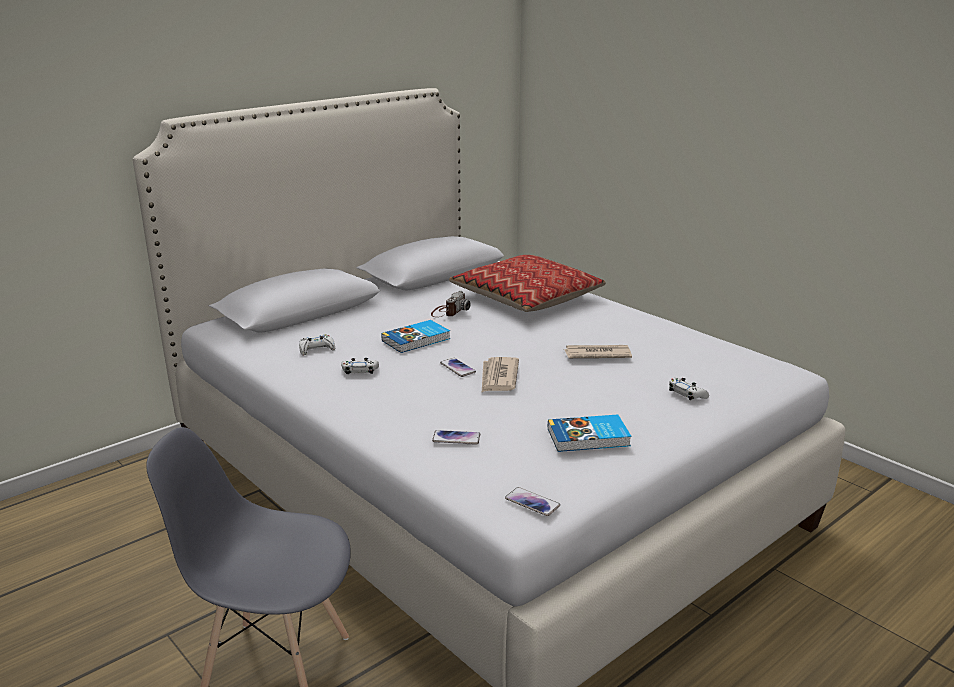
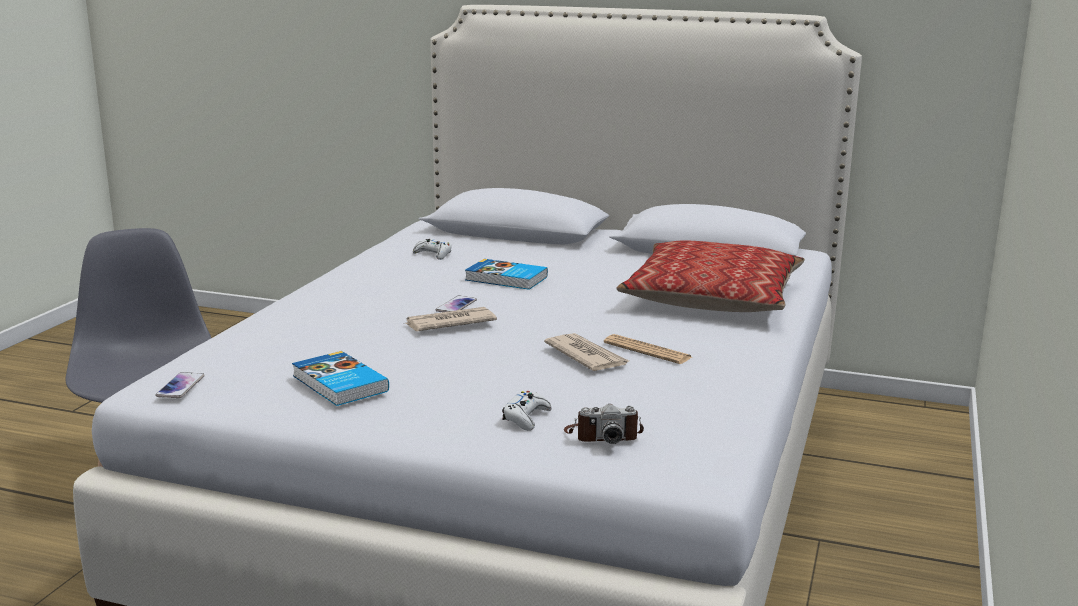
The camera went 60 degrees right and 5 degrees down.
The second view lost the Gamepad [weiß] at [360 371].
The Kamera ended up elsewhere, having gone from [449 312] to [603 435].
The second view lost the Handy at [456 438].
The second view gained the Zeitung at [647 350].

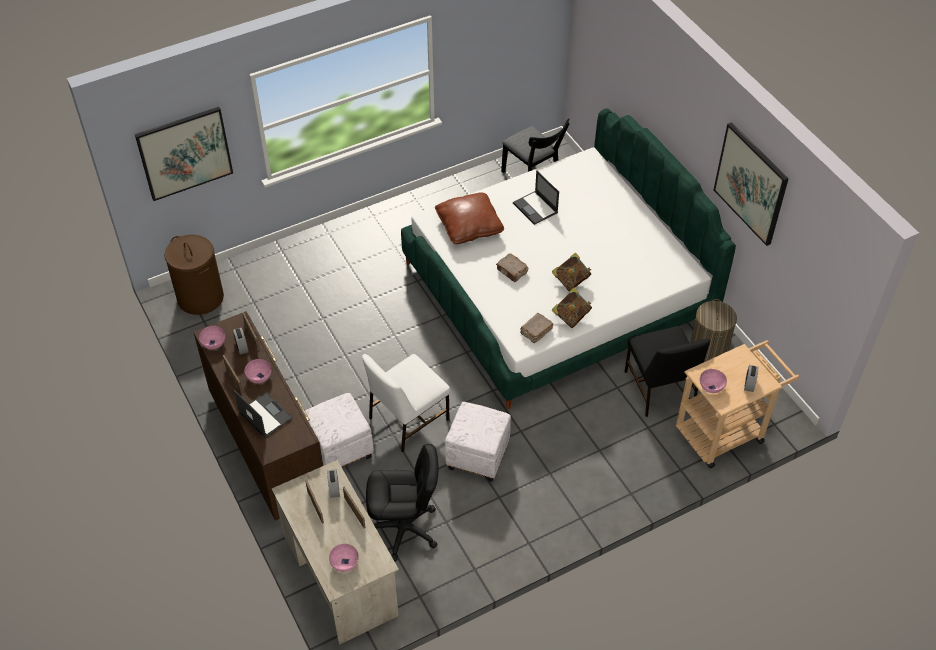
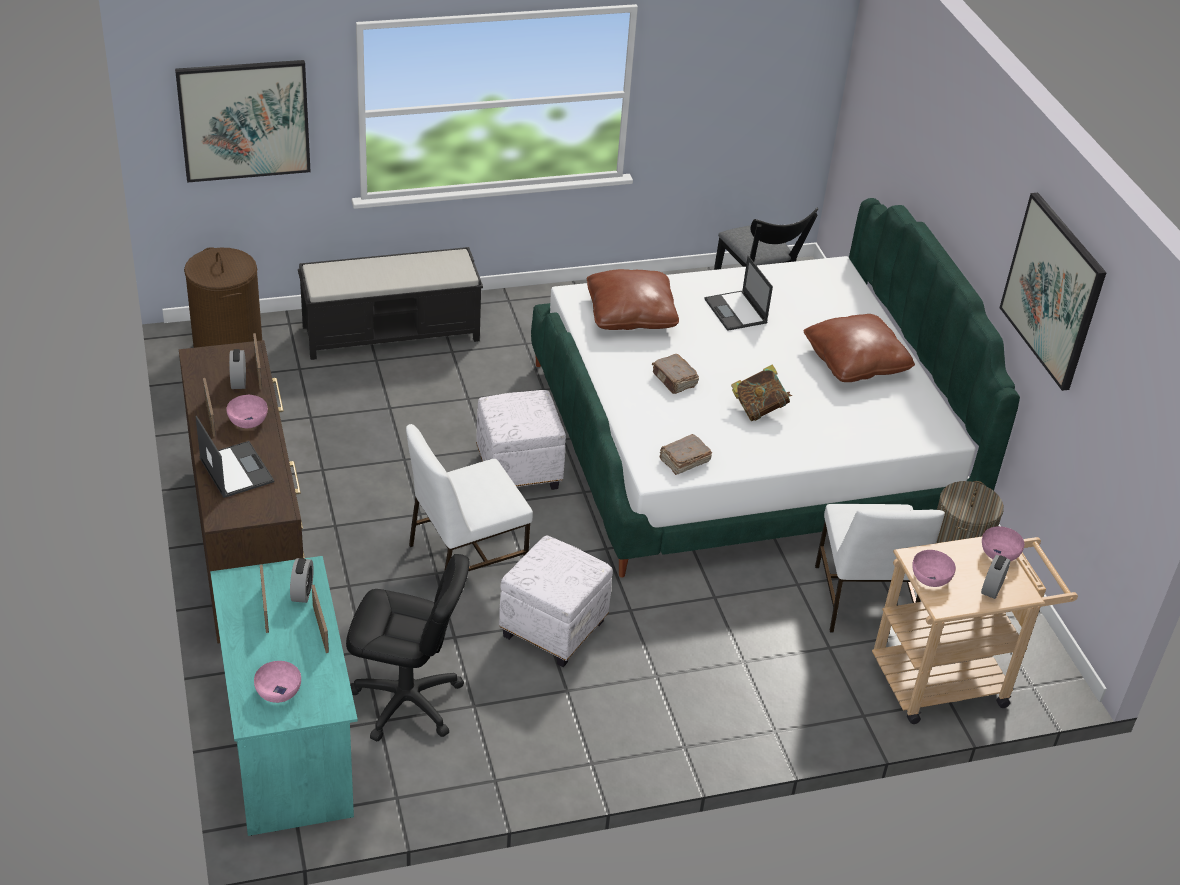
The camera went 10 degrees right and 10 degrees down.
The Schüssel [rosa] ended up elsewhere, having gone from [213 343] to [999 554].
What was the Schreibtisch [beige] at [340 574] turned into the Schreibtisch [türkis] at [286 740].
The Polsterhocker [weiß] ended up elsewhere, having gone from [341 449] to [519 471].
The second view lost the Buch at [571 316].
What was the Stuhl [schwarz] at [659 389] turned into the Stuhl [weiß] at [862 600].
The second view gained the Bank [schwarz] at [392 333].
The second view gained the Kissen [braun] at [855 362].

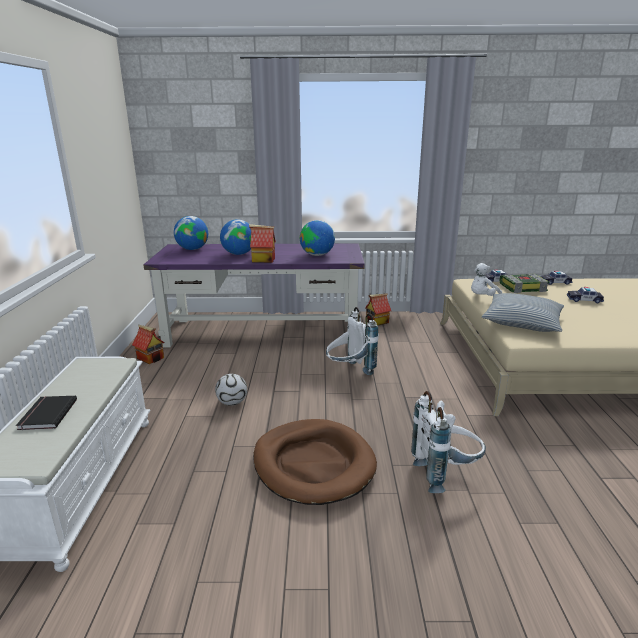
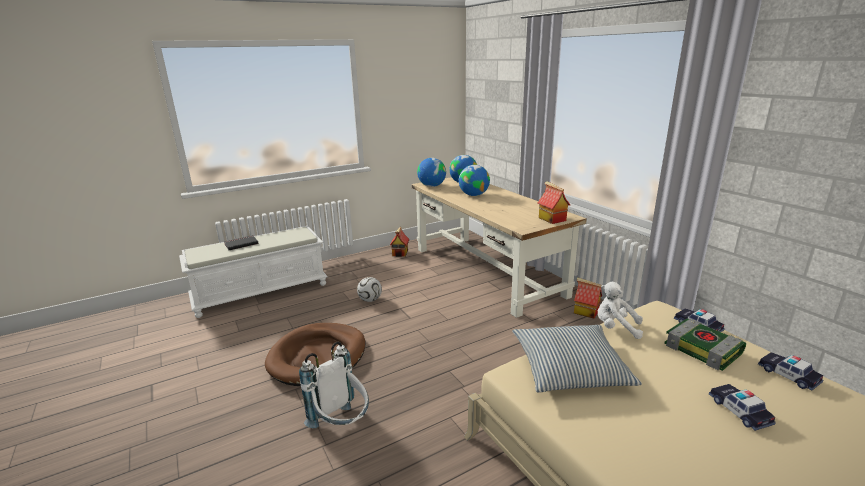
The camera went 60 degrees right and 0 degrees up.
What was the Schreibtisch [lila] at [263 332] turned into the Schreibtisch [beige] at [487 271].
The Spielzeughaus ended up elsewhere, having gone from [263 260] to [551 219].
The Globus ended up elsewhere, having gone from [317 255] to [432 186].
The second view lost the Rucksack [weiß] at [349 372].

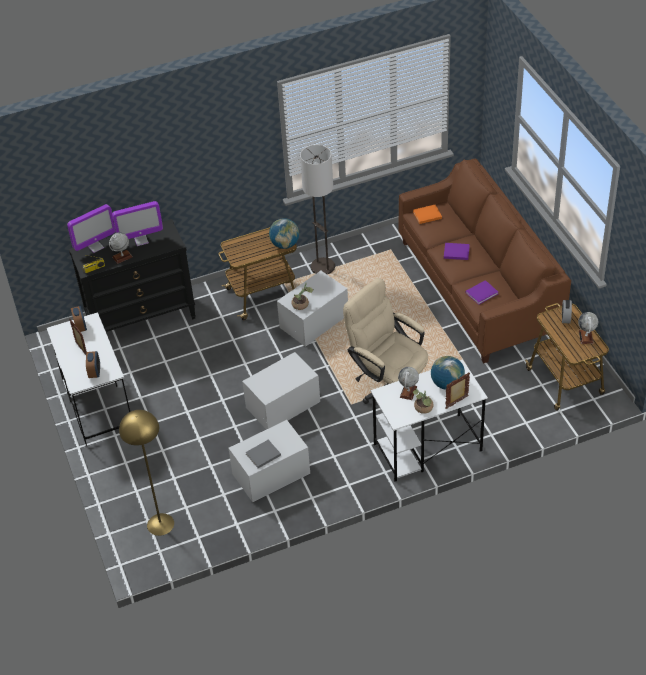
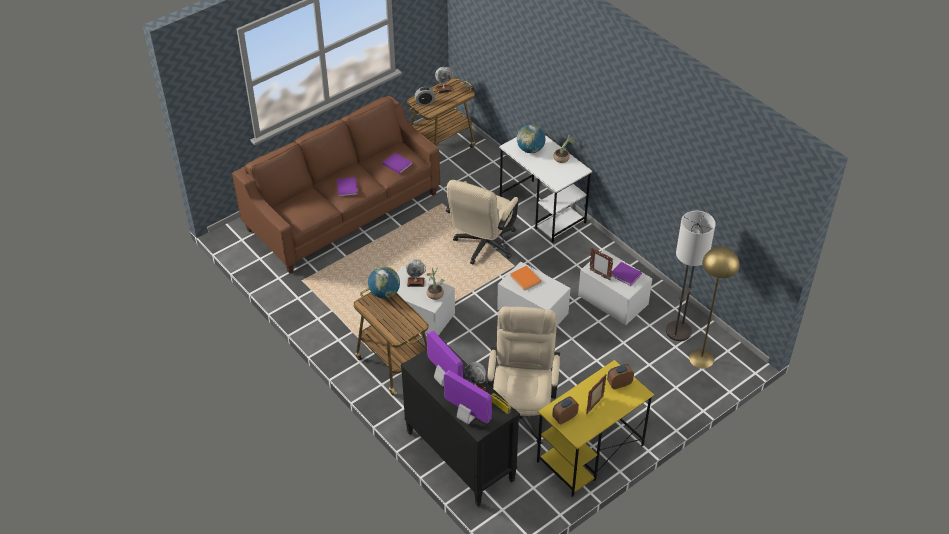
The camera went 110 degrees left and 0 degrees up.
What was the Schreibtisch [weiß] at [97 404] turned into the Schreibtisch [gelb] at [589 454].
What was the Buch [grau] at [262 455] turned into the Buch [lila] at [626 275].
The Stehlampe ended up elsewhere, having gone from [322 267] to [678 331].
The Globus ended up elsewhere, having gone from [408 392] to [416 282].
The Buch [orange] ended up elsewhere, having gone from [426 215] to [526 279].
The Bilderrahmen ended up elsewhere, having gone from [457 402] to [599 275].
The second view gained the Bürostuhl [beige] at [522 410].

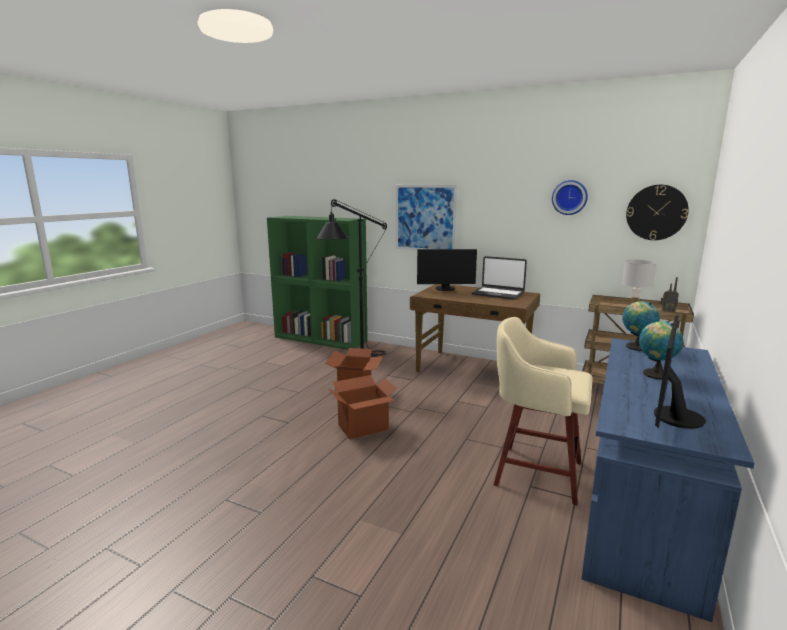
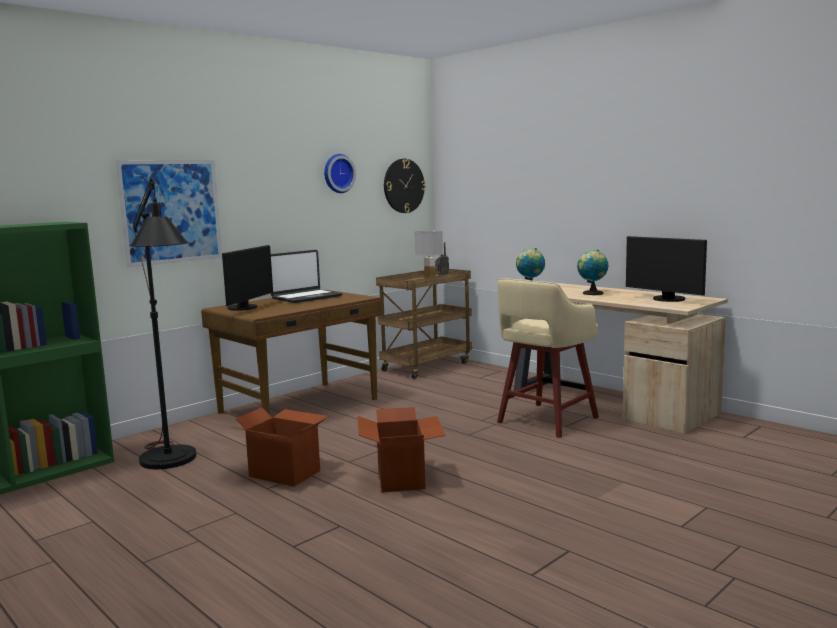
The camera went 70 degrees left and 5 degrees down.
What was the Schreibtisch [blau] at [643 507] turned into the Schreibtisch [beige] at [606 401].

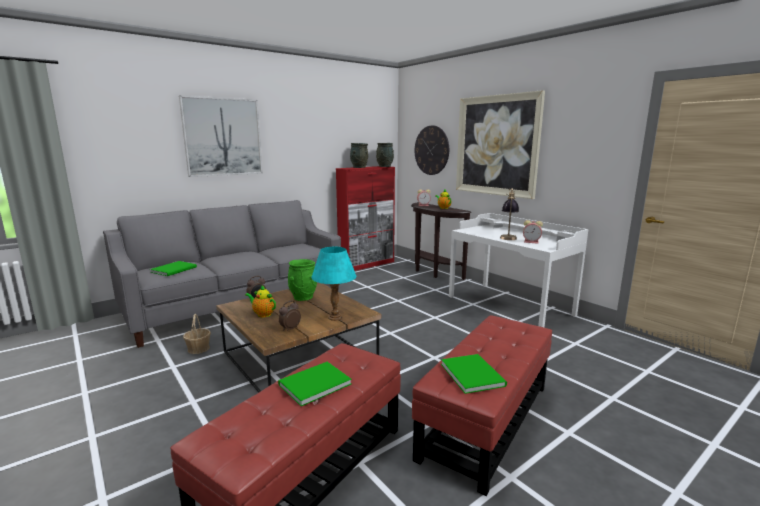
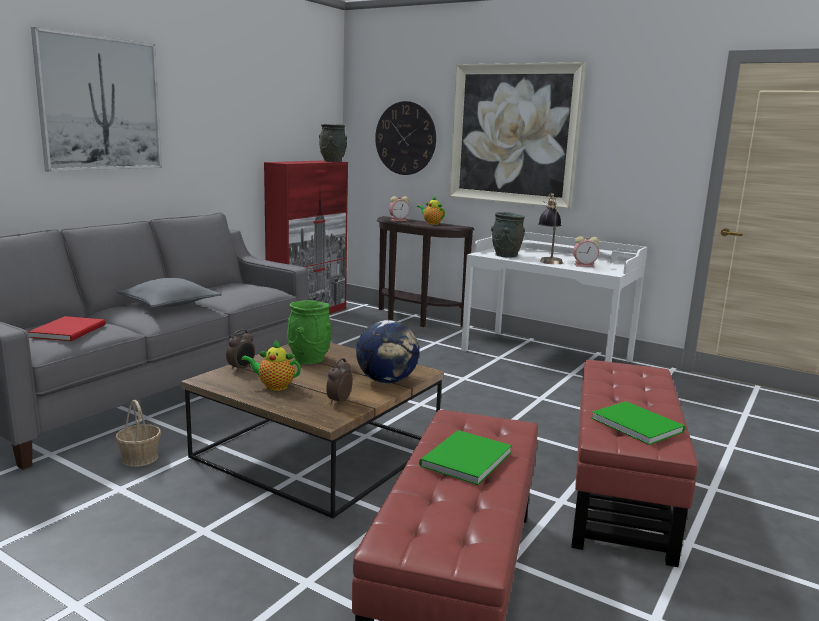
The camera went 20 degrees left and 0 degrees up.
What was the Buch [grün] at [175 269] turned into the Buch [rot] at [71 330].
Where the Tischlampe [türkis] stood at [335 317], the Globus came to stand at [387 381].
The Vase [grau] ended up elsewhere, having gone from [359 167] to [506 255].
The second view gained the Kissen [grau] at [169 304].

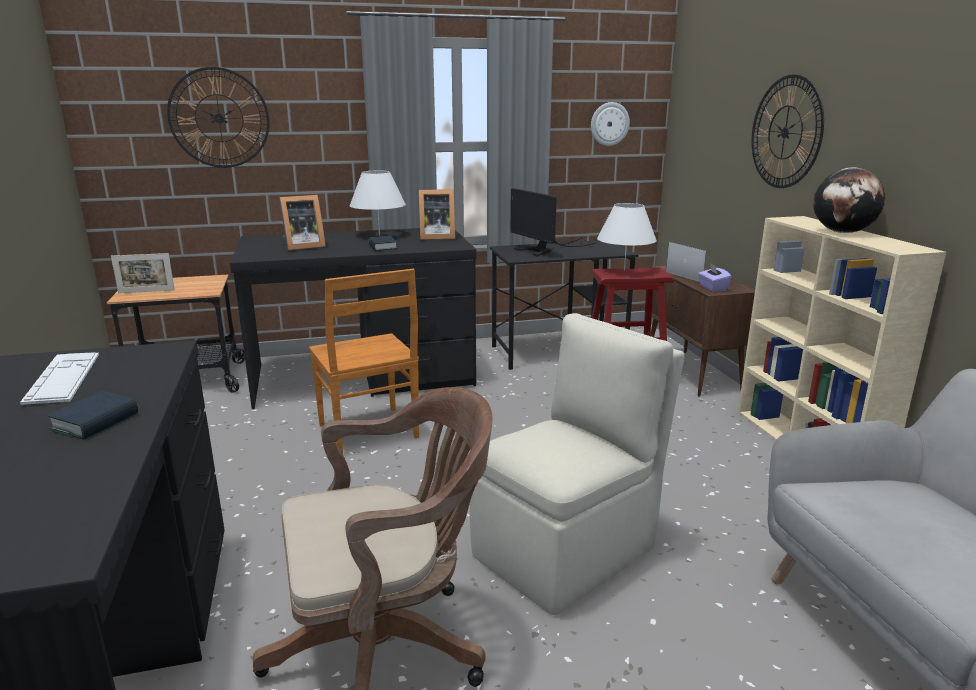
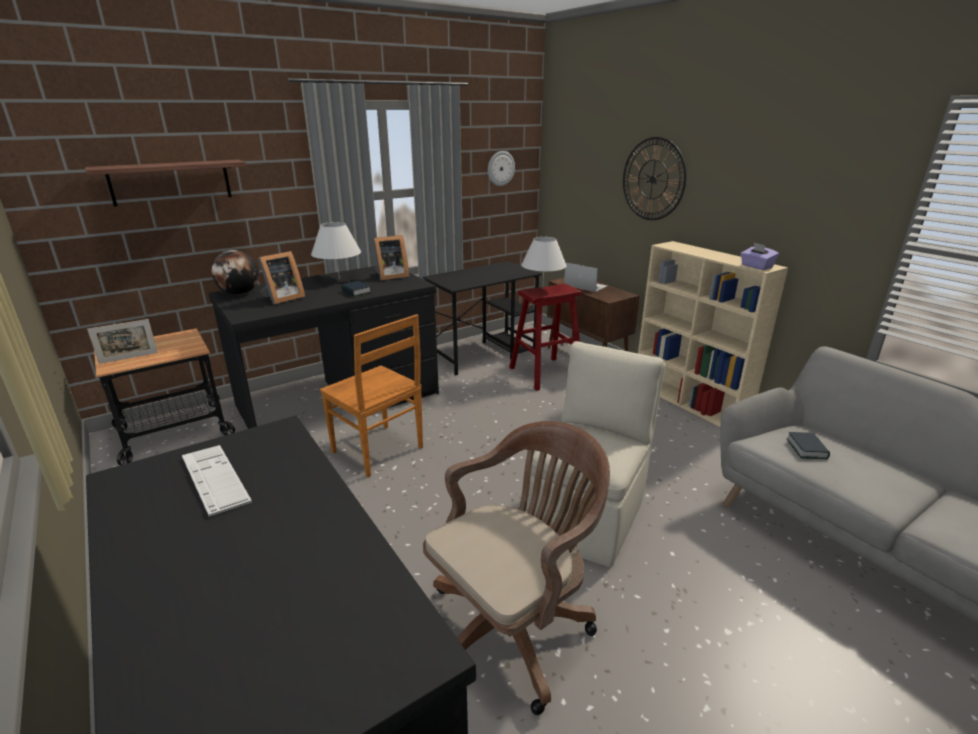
The camera went 20 degrees left and 5 degrees up.
The Buch ended up elsewhere, having gone from [95 422] to [806 449].
Where the Wanduhr hung at [219 118], the Wandregal came to hang at [171 182].
The second view lost the Monitor at [544 250].
The Taschentuchbox [lila] ended up elsewhere, having gone from [712 288] to [756 266].
The Globus ended up elsewhere, having gone from [843 232] to [240 294].

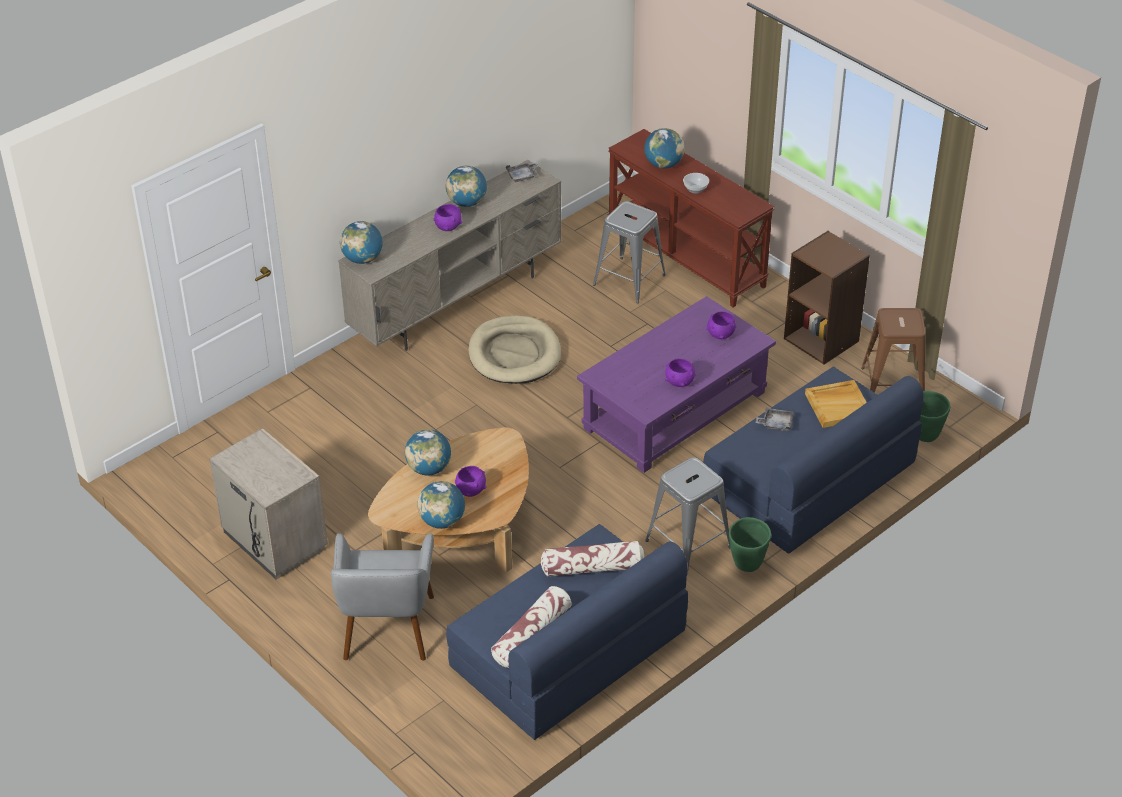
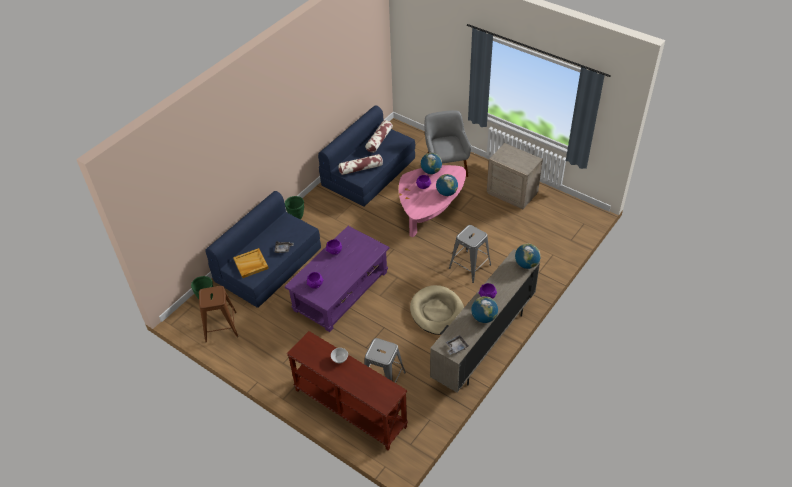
The camera went 170 degrees right and 5 degrees up.
What was the Couchtisch [braun] at [461 532] turned into the Couchtisch [rosa] at [430 210].
The second view lost the Globus at [663 164].
The Hocker [grau] ended up elsewhere, having gone from [688 544] to [469 266].
The second view lost the Bücherregal [braun] at [822 339].

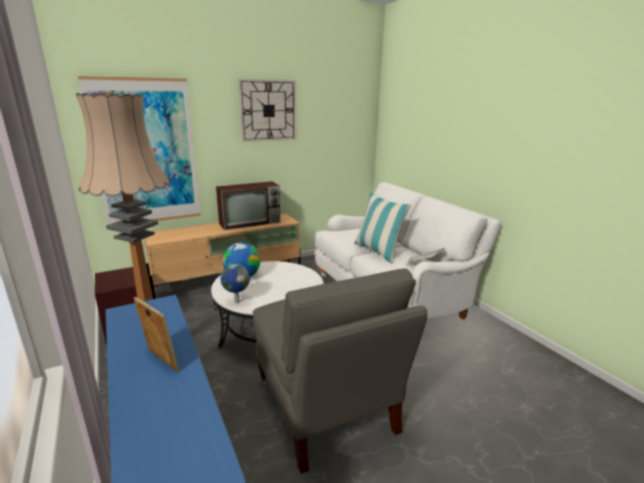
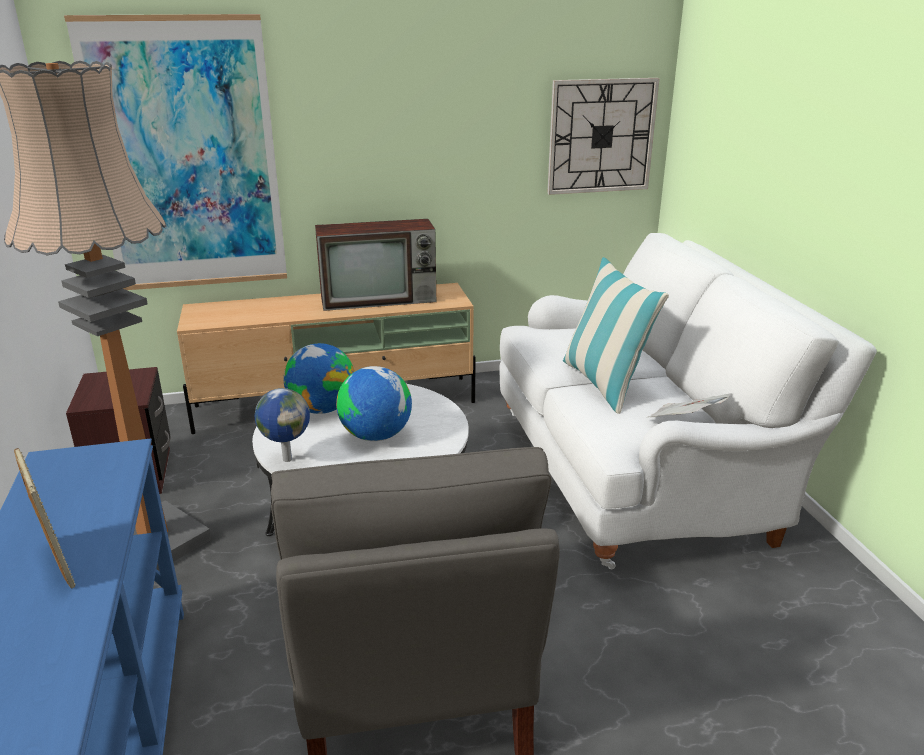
The camera went 15 degrees right and 5 degrees up.
The Wanduhr ended up elsewhere, having gone from [268 110] to [601 136].
The second view gained the Globus at [376 436].

